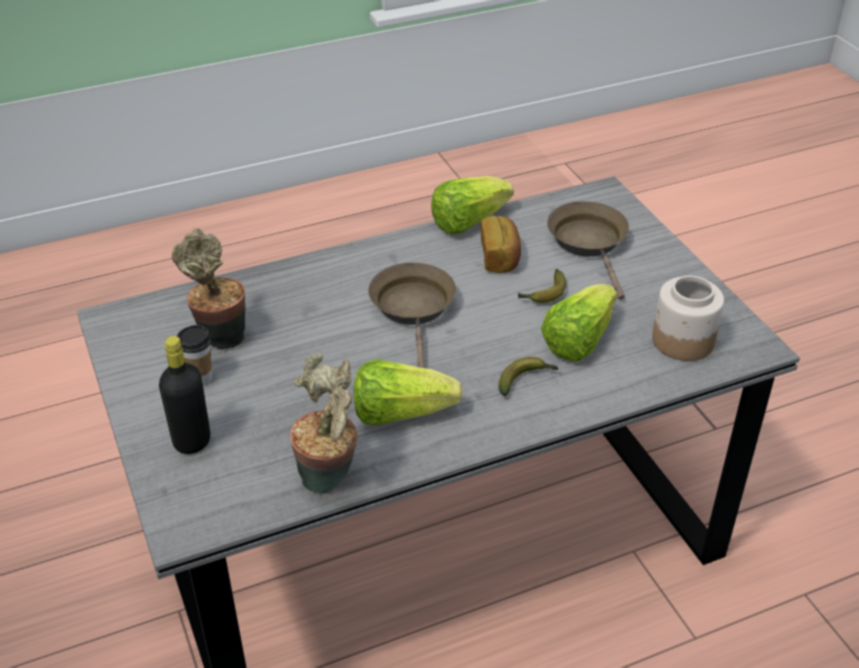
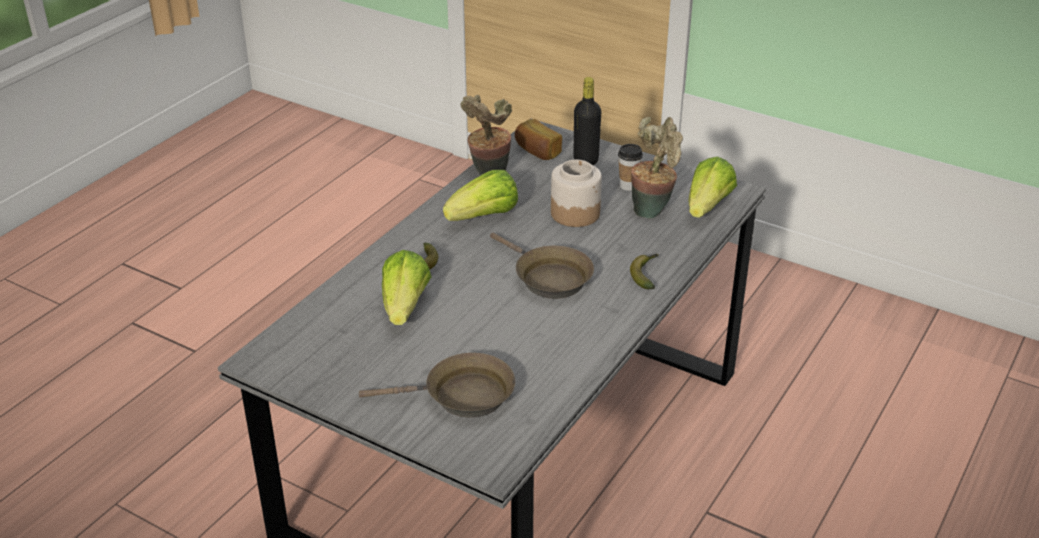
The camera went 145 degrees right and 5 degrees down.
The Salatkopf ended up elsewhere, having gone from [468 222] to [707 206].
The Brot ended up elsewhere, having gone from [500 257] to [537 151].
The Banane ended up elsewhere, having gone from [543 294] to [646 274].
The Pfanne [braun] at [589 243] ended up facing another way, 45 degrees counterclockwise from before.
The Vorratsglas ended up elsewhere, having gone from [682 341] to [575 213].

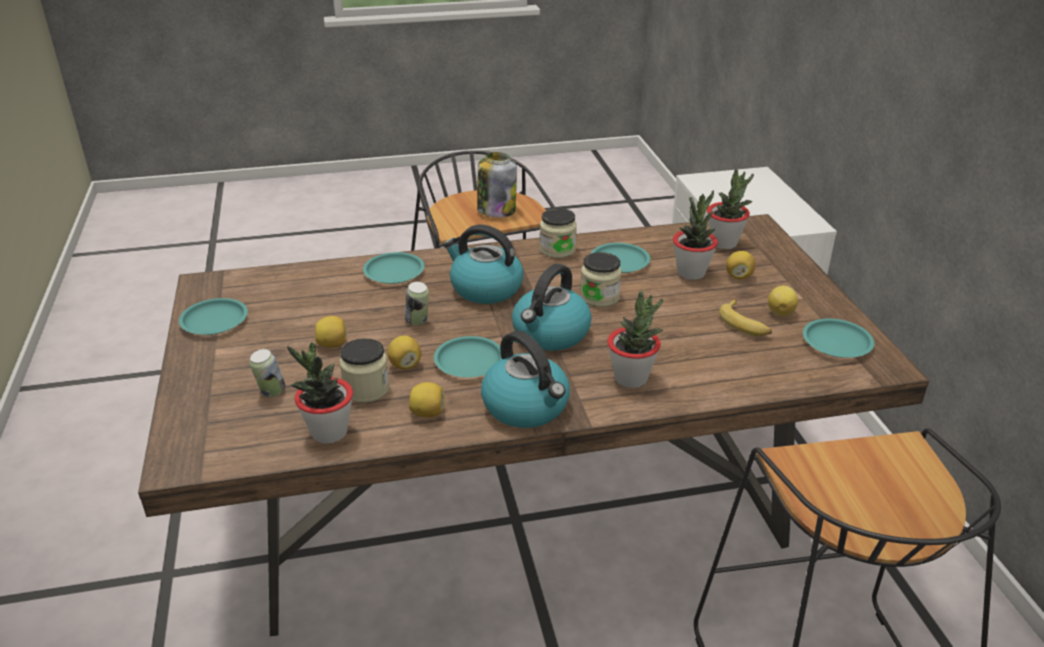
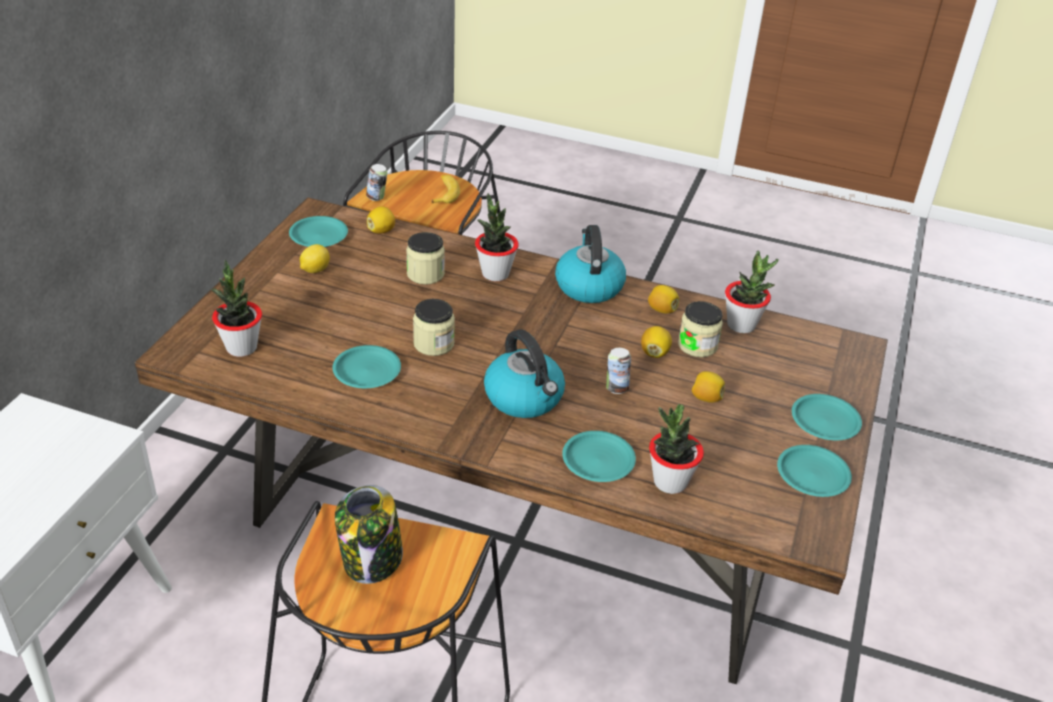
The camera went 150 degrees left and 5 degrees up.
The Dose ended up elsewhere, having gone from [271 393] to [377 198].
The Teller [türkis] ended up elsewhere, having gone from [469 361] to [824 422].
The second view lost the Wasserkessel at [550 334].
The Vorratsglas ended up elsewhere, having gone from [557 249] to [425 274].
The Topfpflanze ended up elsewhere, having gone from [691 273] to [670 482].
The Banane ended up elsewhere, having gone from [745 324] to [444 193].
The Zitrone ended up elsewhere, having gone from [738 276] to [381 231].

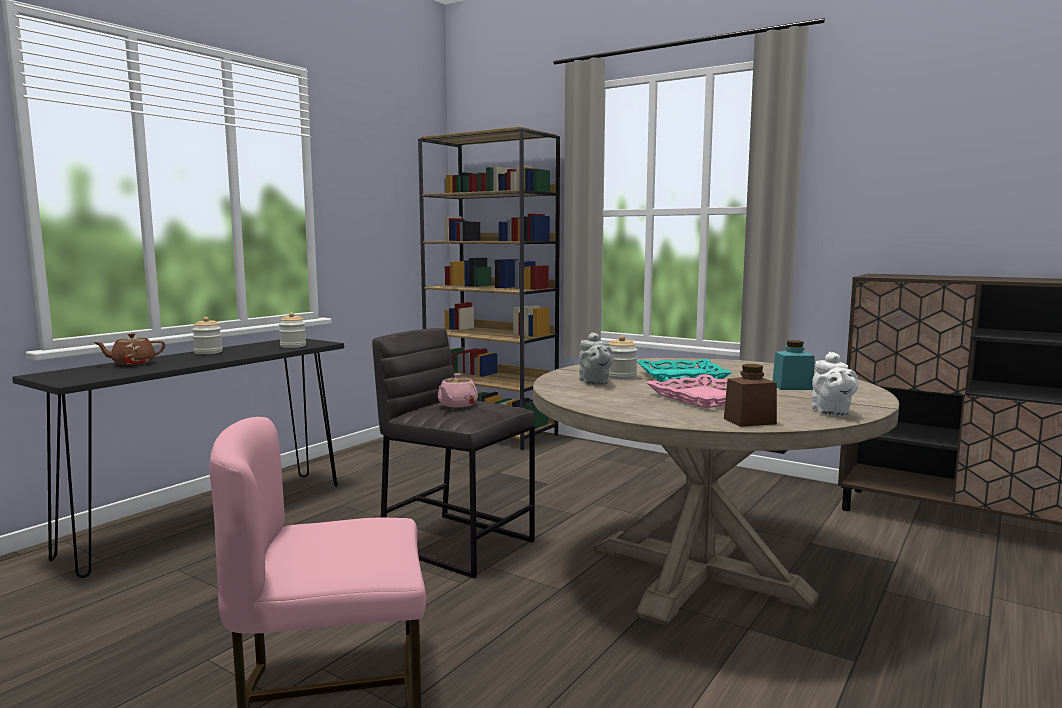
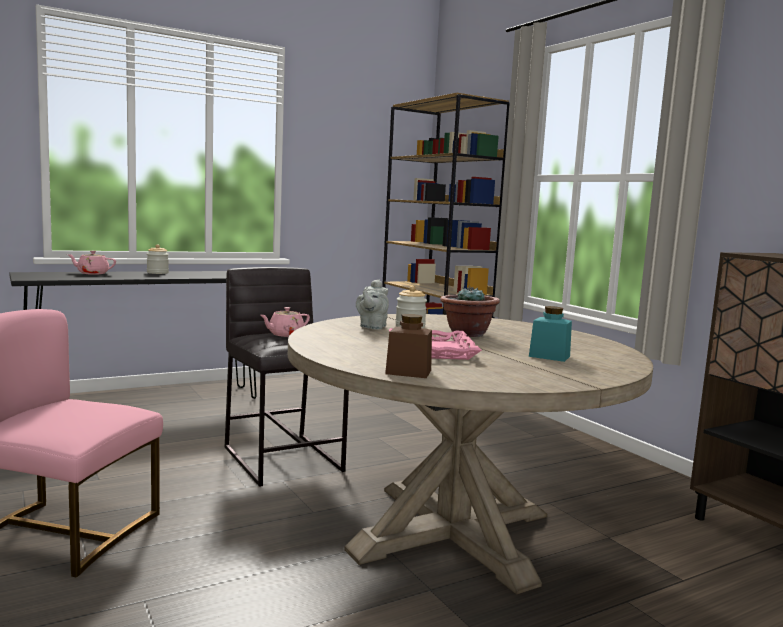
The camera went 25 degrees right and 0 degrees up.
What was the Teekanne [braun] at [132 363] turned into the Teekanne [rosa] at [92 273].
The second view lost the Vorratsglas at [293 346].
Where the Tablett [türkis] stood at [682 376], the Topfpflanze came to stand at [467 334].
The second view lost the Teekanne [weiß] at [831 412].

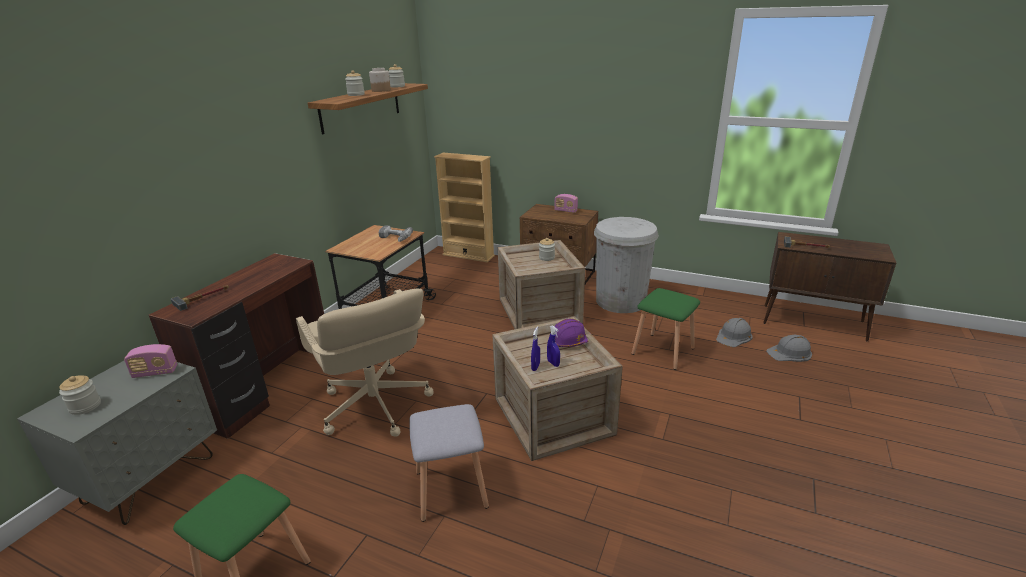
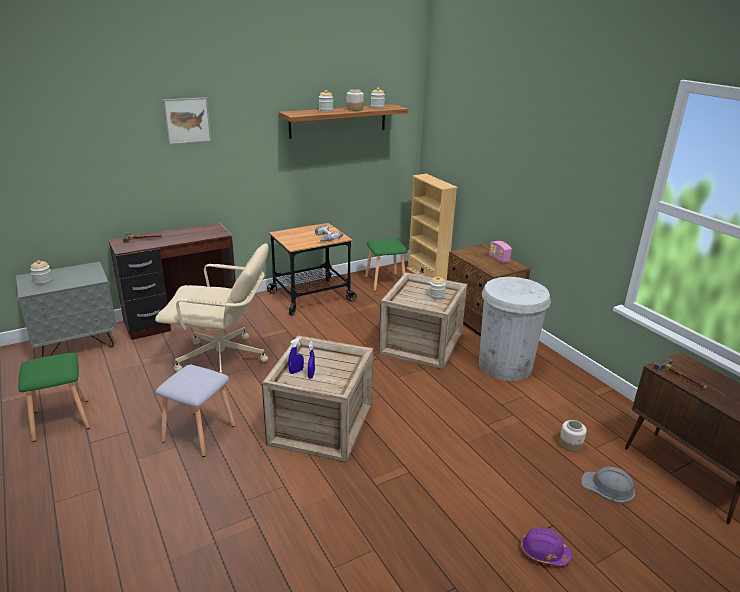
The camera went 35 degrees right and 0 degrees up.
The second view lost the Radio at [155 372].
The Bürostuhl [beige] at [375 406] ended up facing another way, 90 degrees counterclockwise from before.
The Schutzhelm [lila] ended up elsewhere, having gone from [569 341] to [544 553].
The Hocker [grün] ended up elsewhere, having gone from [664 351] to [385 282].
Where the Schutzhelm [grau] stood at [734 336], the Vorratsglas came to stand at [571 444].
The second view gained the Bild at [187 120].

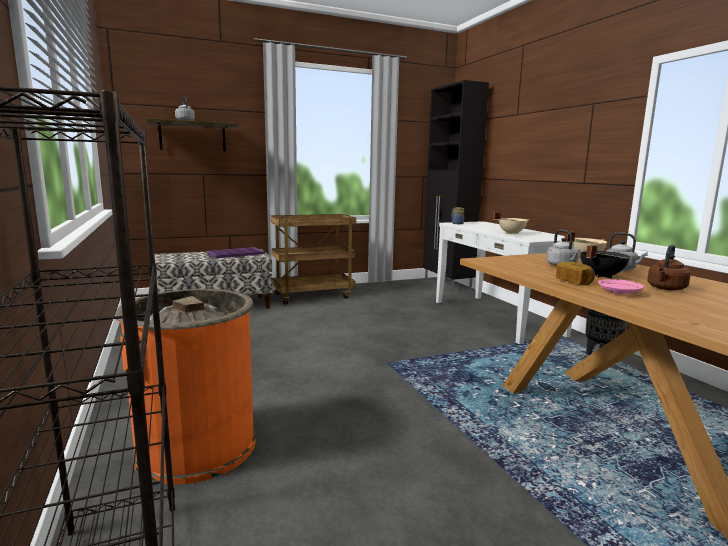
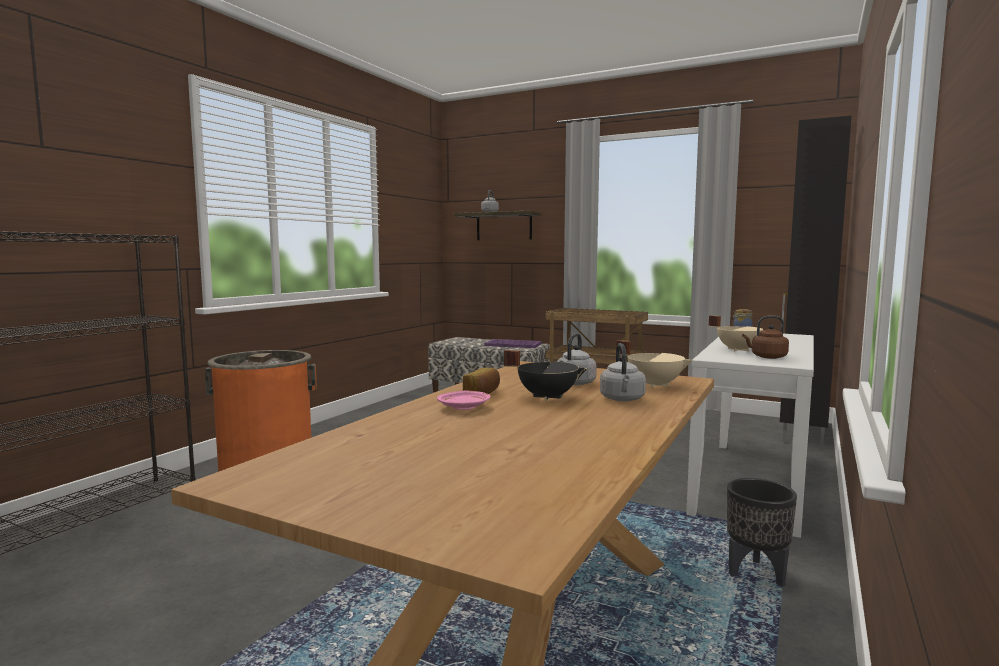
The camera went 50 degrees right and 5 degrees down.
The Wasserkessel [braun] ended up elsewhere, having gone from [665 288] to [767 357].

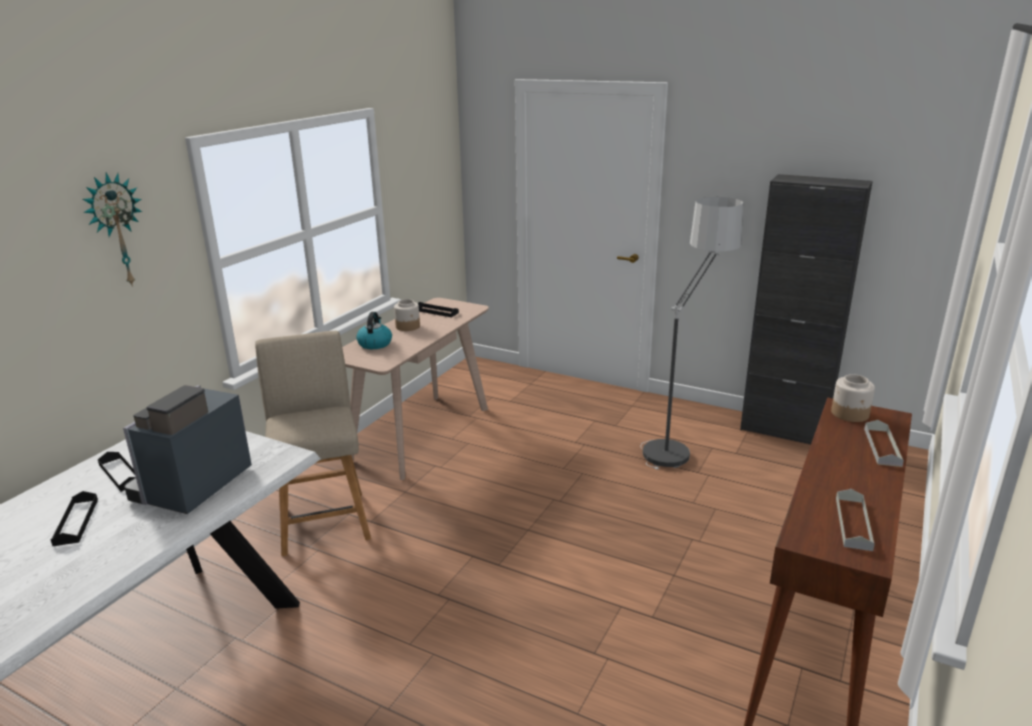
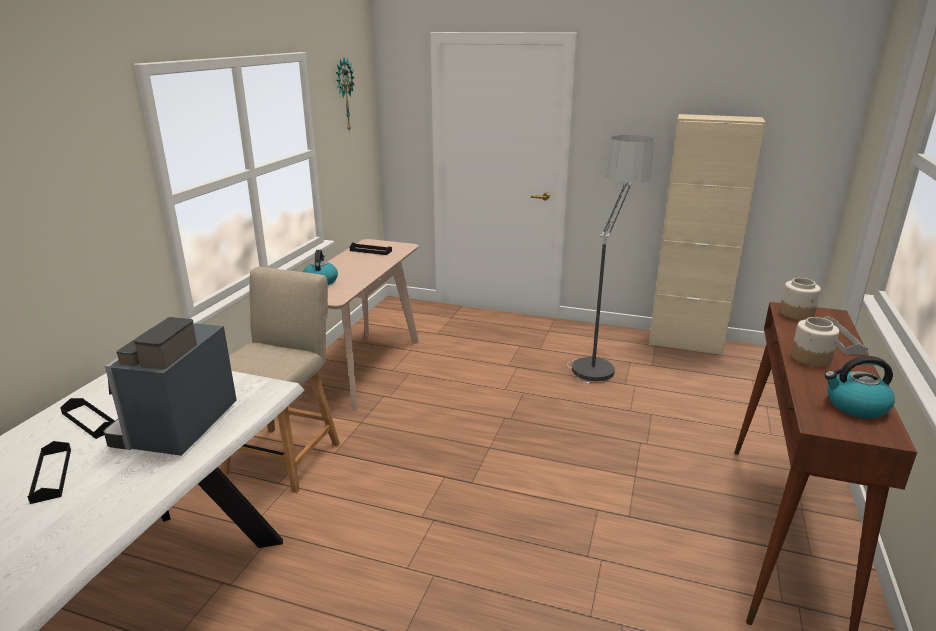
The camera went 10 degrees left and 0 degrees up.
The Wanduhr ended up elsewhere, having gone from [116 230] to [343 95].
The Stuhl [beige] at [323 519] ended up facing another way, 45 degrees clockwise from before.
The Vorratsglas ended up elsewhere, having gone from [408 326] to [811 358].
What was the Schrank [schwarz] at [784 431] turned into the Schrank [beige] at [685 343].
Where the Tablett [grau] stood at [853 523], the Wasserkessel came to stand at [855 406].

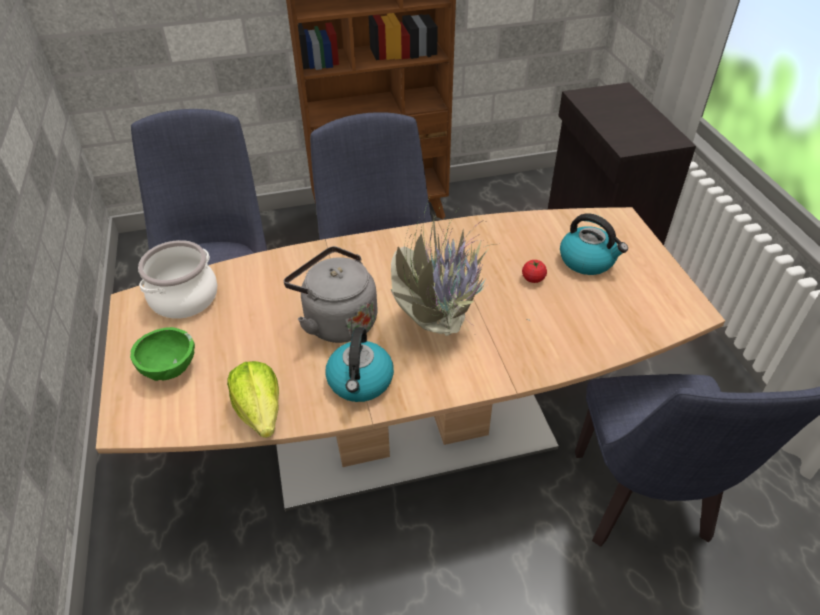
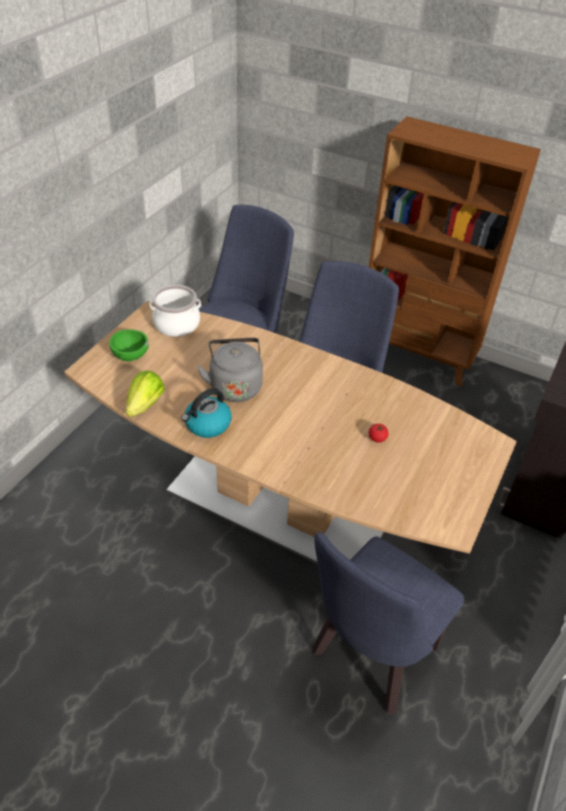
The camera went 40 degrees right and 0 degrees up.
The second view lost the Topfpflanze at [442 325].
The second view lost the Wasserkessel at [588 260].

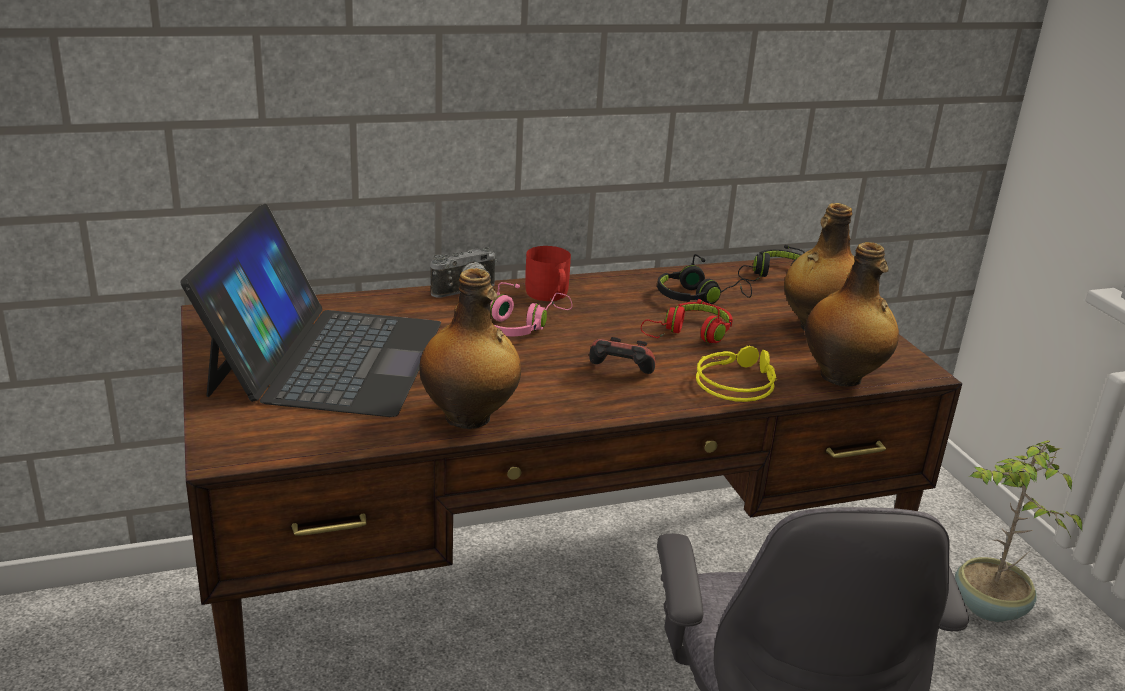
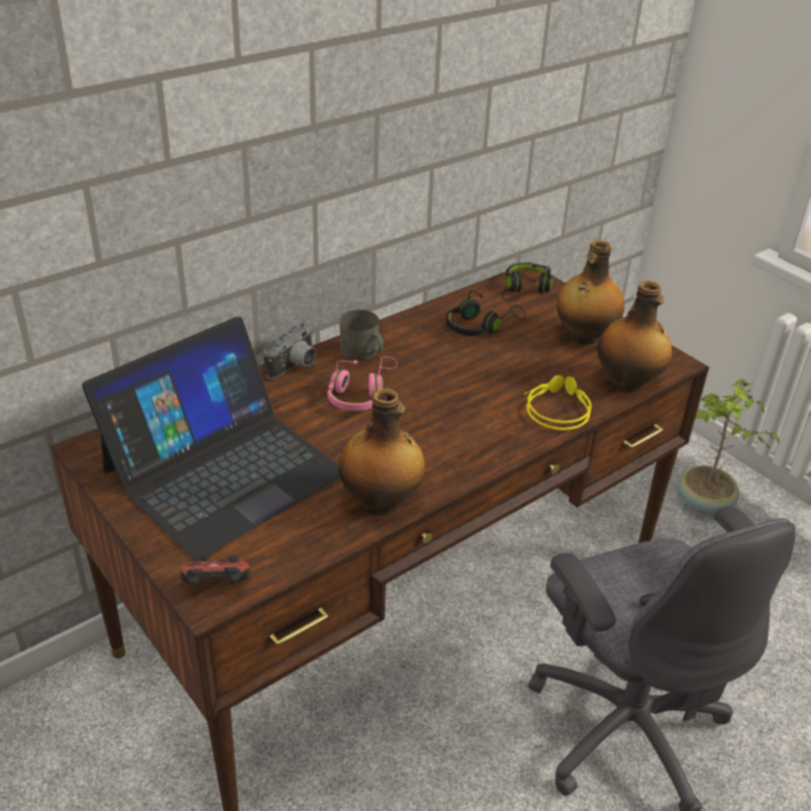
The camera went 20 degrees left and 10 degrees up.
The Laptop at [326 357] ended up facing another way, 60 degrees clockwise from before.
What was the Henkelbecher [rot] at [549 295] turned into the Henkelbecher [grau] at [363 353].
The Gamepad ended up elsewhere, having gone from [619 374] to [216 588].
The second view lost the Kopfhörer [rot] at [689 334].

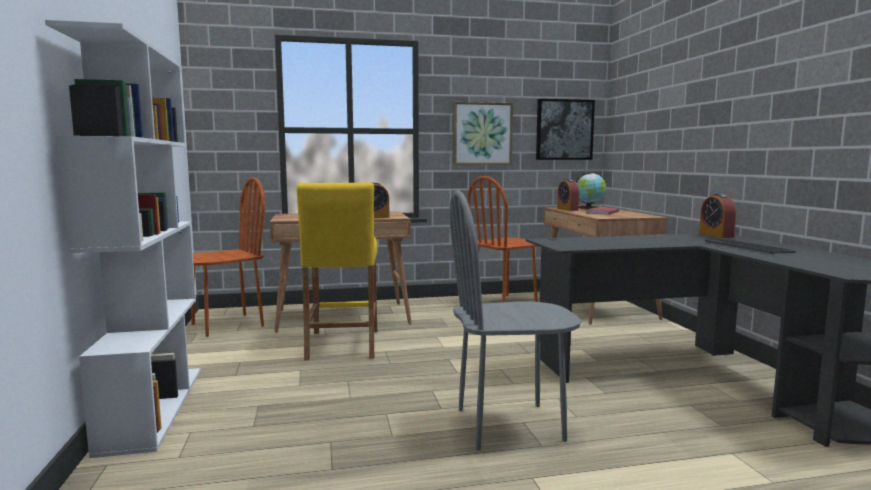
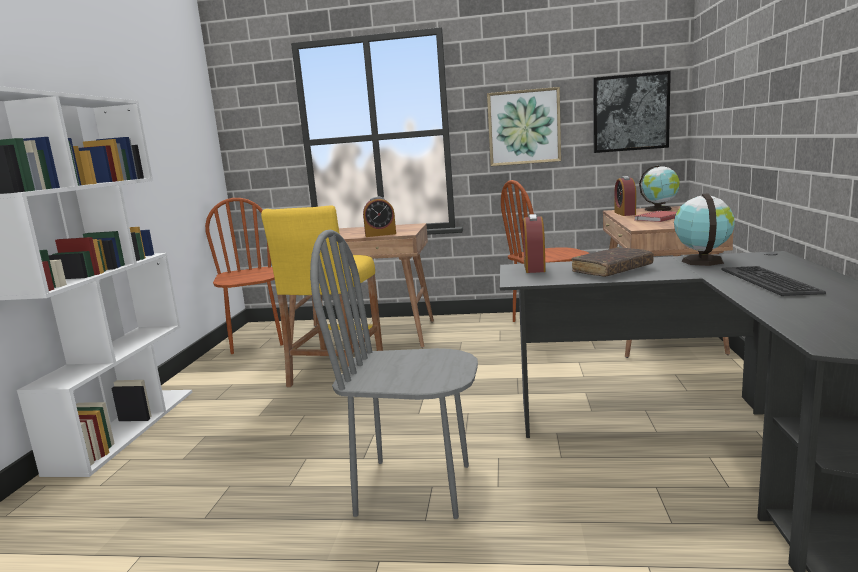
The camera went 20 degrees right and 5 degrees up.
The Stuhl [braun] at [227 325] ended up facing another way, 90 degrees counterclockwise from before.
The Wecker ended up elsewhere, having gone from [716 235] to [534 267].
The second view gained the Buch [braun] at [612 270].
The second view gained the Globus at [702 261].

